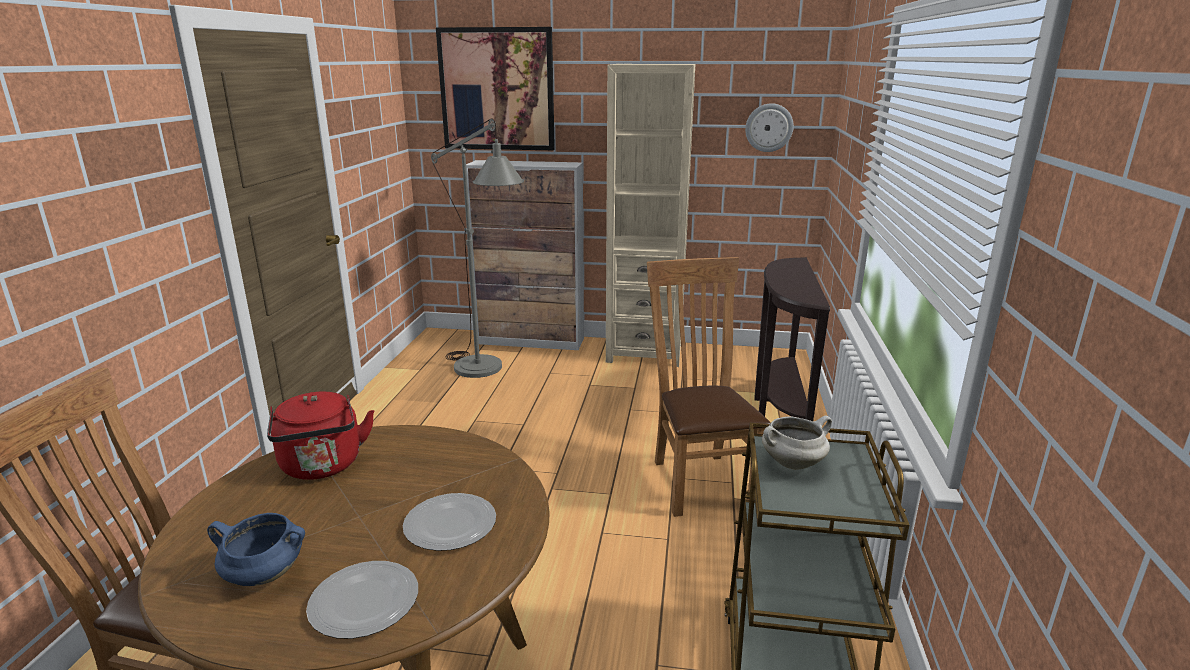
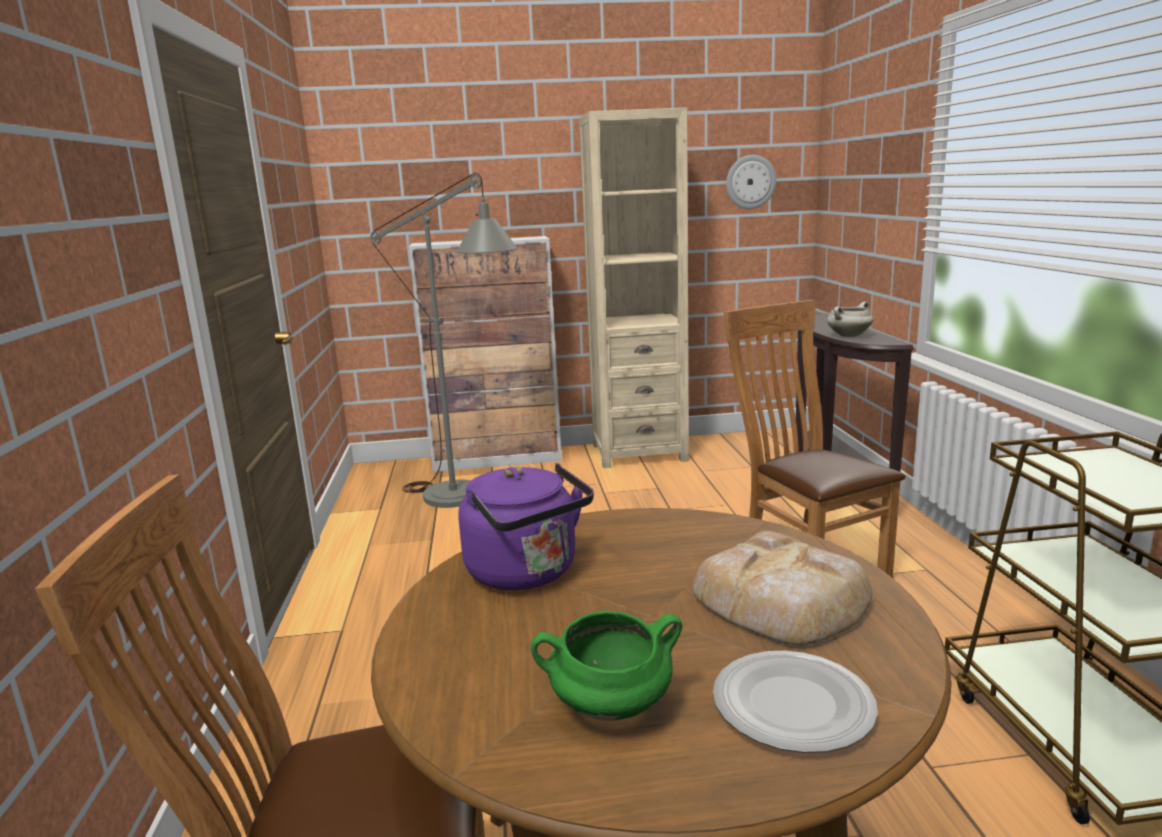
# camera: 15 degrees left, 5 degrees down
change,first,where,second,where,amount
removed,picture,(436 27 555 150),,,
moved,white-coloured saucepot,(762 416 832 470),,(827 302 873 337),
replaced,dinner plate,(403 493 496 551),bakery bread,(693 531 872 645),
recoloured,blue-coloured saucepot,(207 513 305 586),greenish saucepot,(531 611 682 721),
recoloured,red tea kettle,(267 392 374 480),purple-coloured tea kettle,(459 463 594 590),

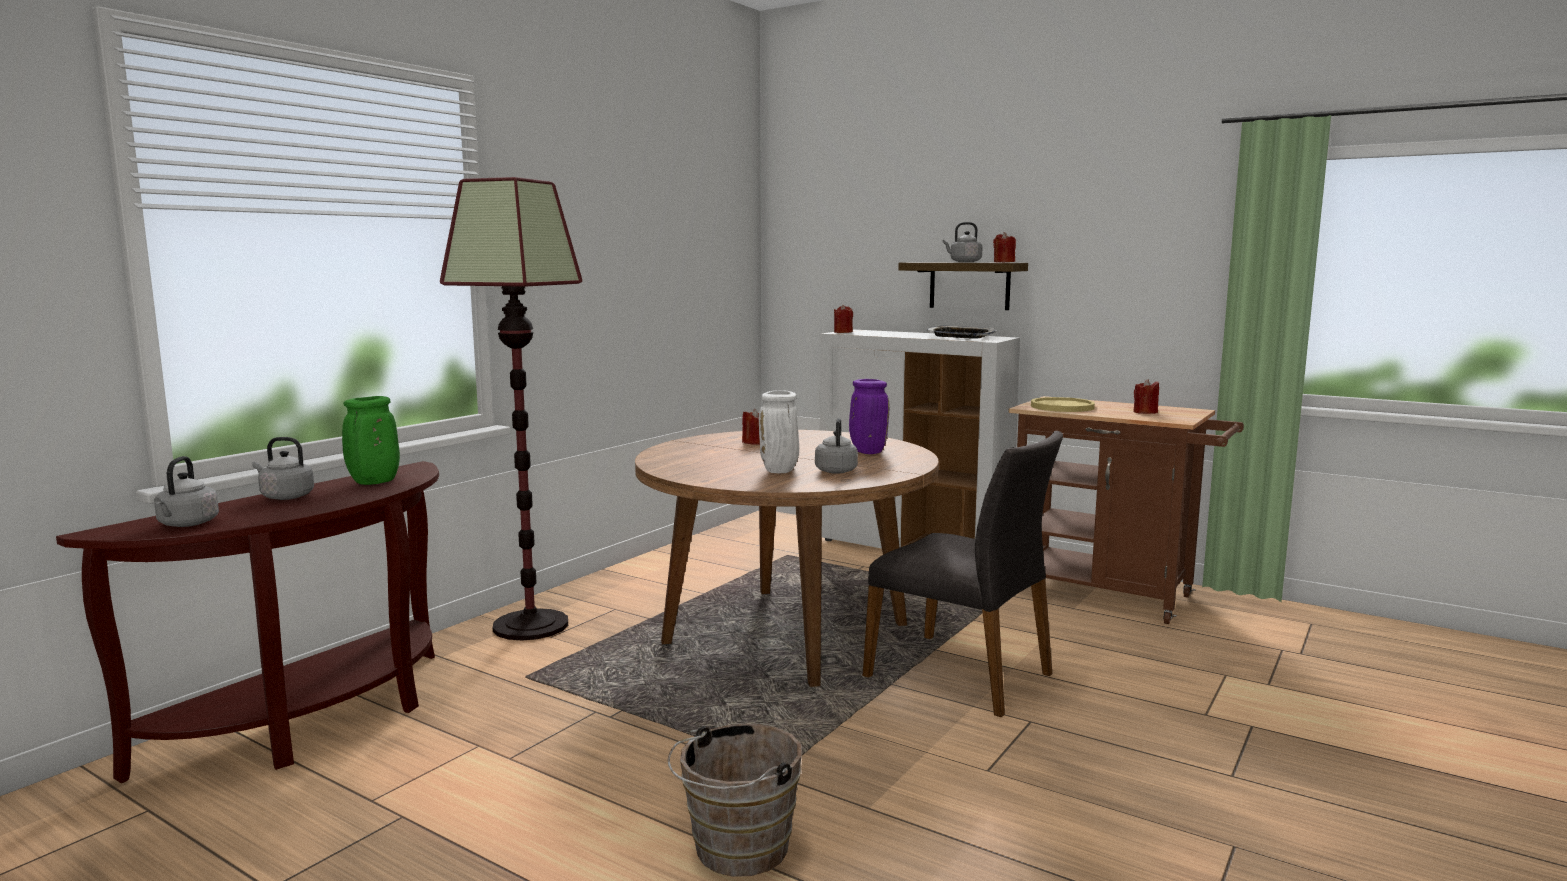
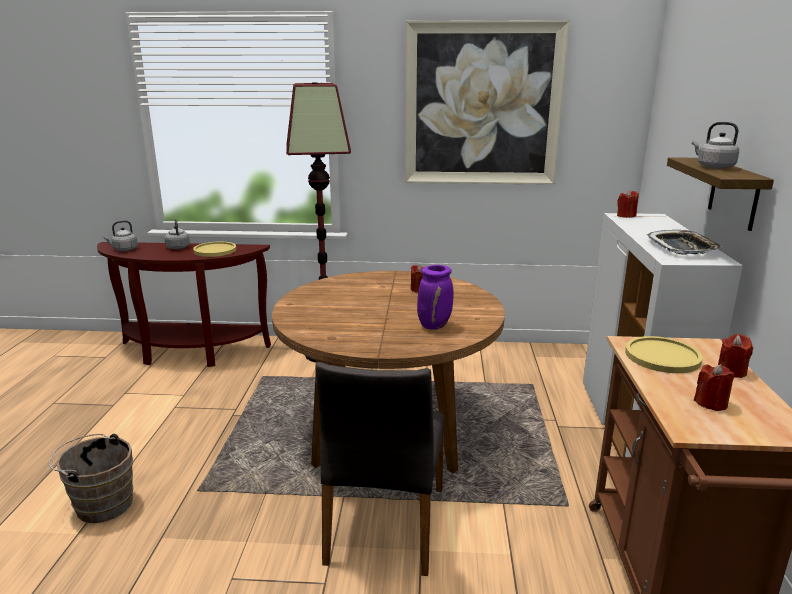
# camera: 60 degrees right, 10 degrees up
change,first,where,second,where,amount
removed,white-coloured vase,(759 390 799 473),,,
removed,gray tea kettle,(815 418 858 474),,,
added,,,picture,(405 20 570 185),
moved,red candle,(993 232 1016 262),,(718 334 753 378),
replaced,greenish vase,(342 396 400 485),yellow dinner plate,(193 242 236 257),

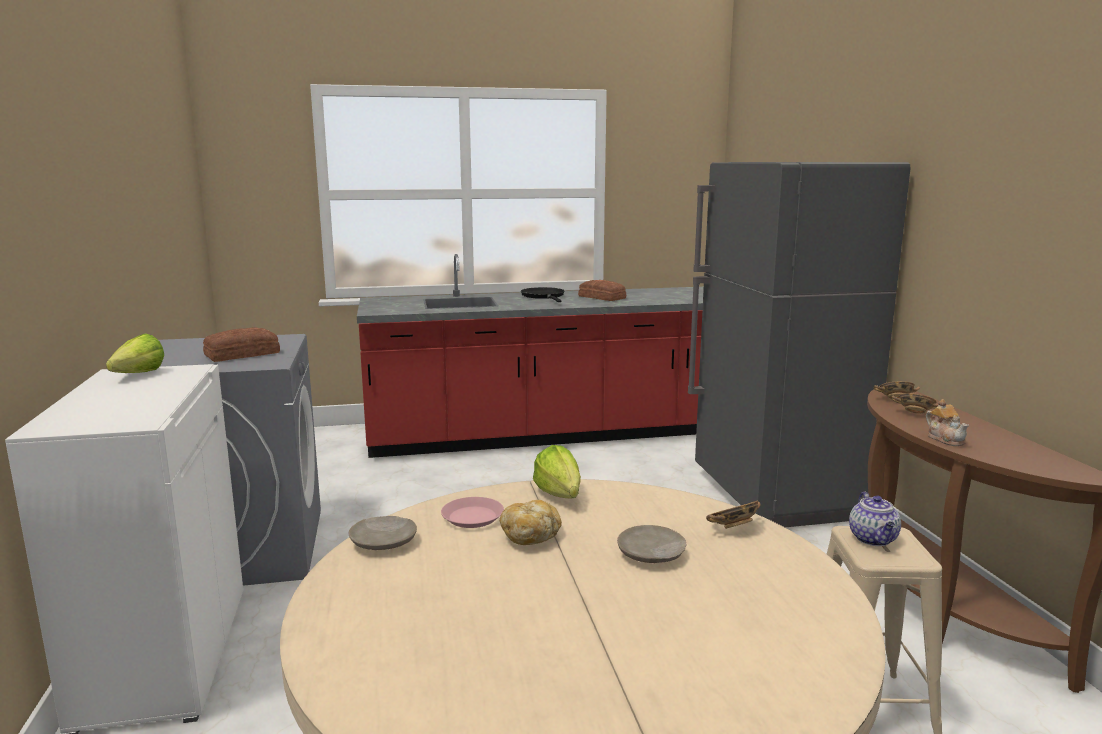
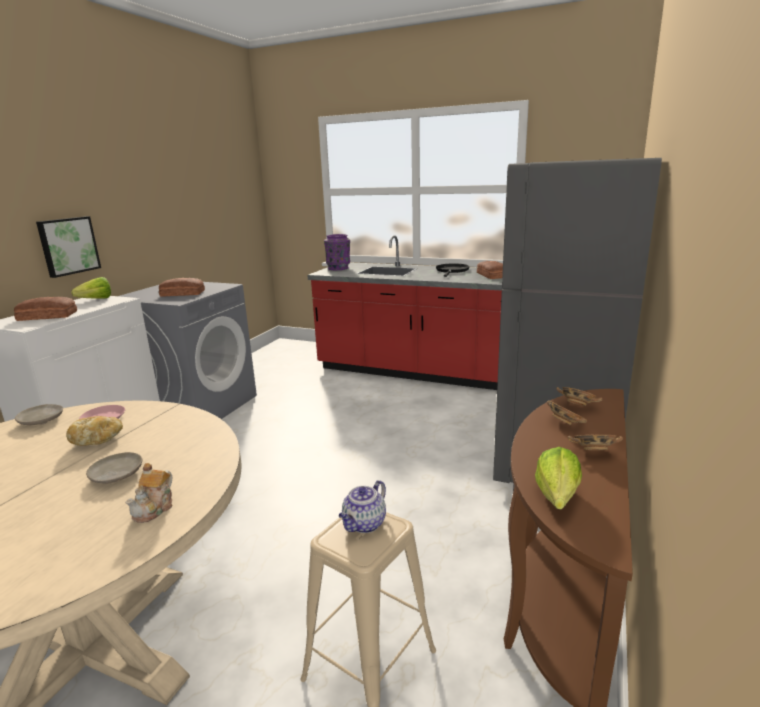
# camera: 35 degrees right, 5 degrees up
change,first,where,second,where,amount
added,,,bakery bread,(14 297 77 321),
added,,,picture,(36 216 101 278),
added,,,purple-coloured vase,(324 234 350 270),
moved,lettuce head,(533 445 581 498),,(535 447 582 509),
moved,bowl,(706 500 761 529),,(568 435 623 450),
moved,tea pot,(926 399 969 446),,(125 463 173 523),

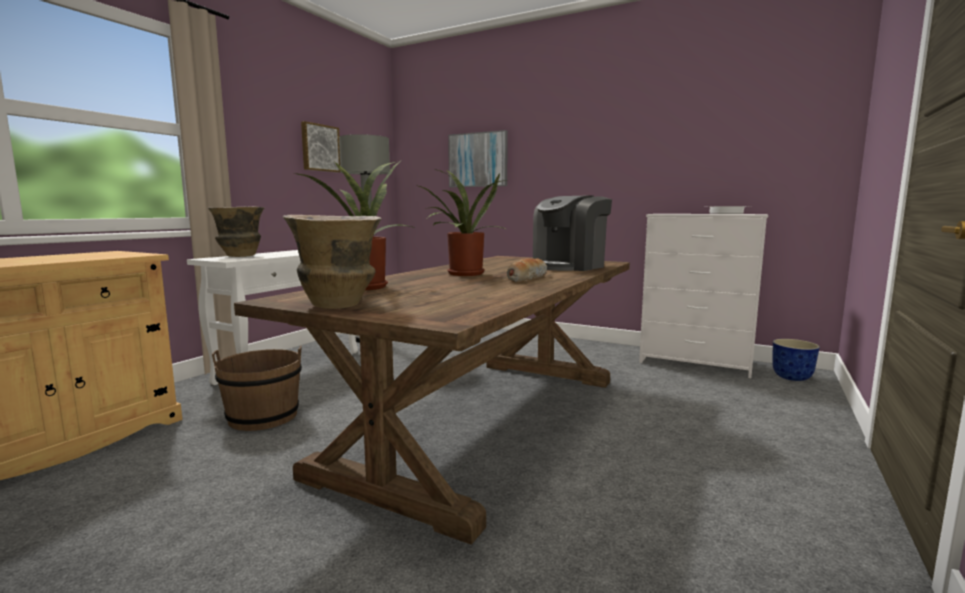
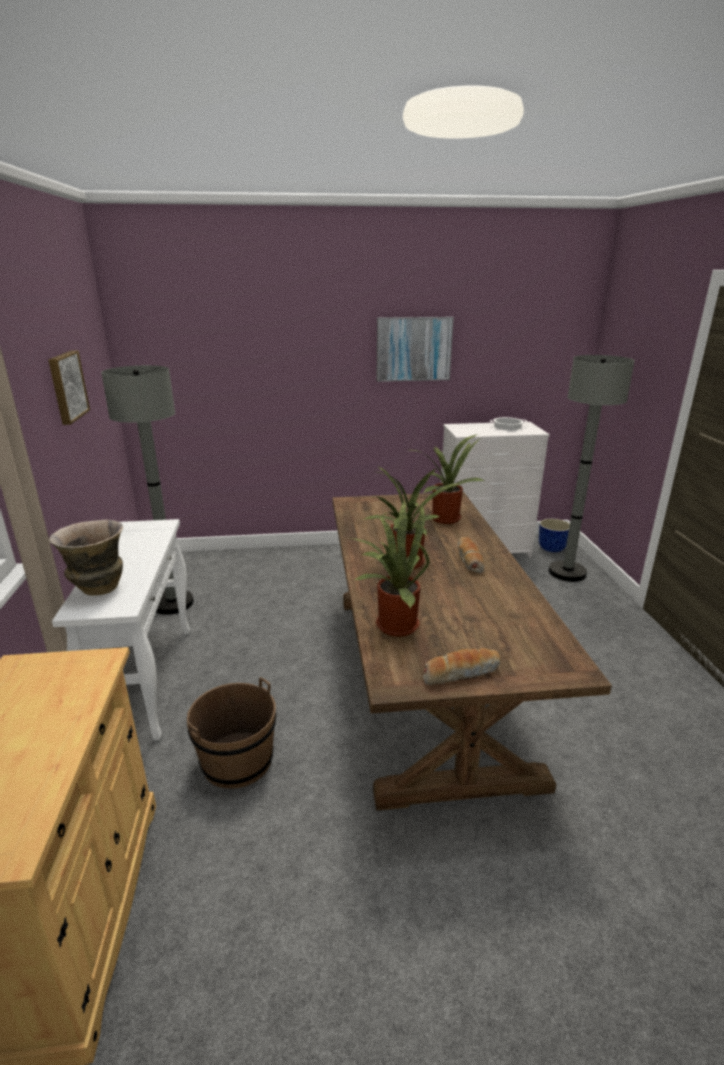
# camera: 35 degrees left, 15 degrees up
change,first,where,second,where,amount
added,,,gray floor lamp,(548 355 635 582),
moved,picture,(448 130 508 187),,(376 317 454 382),
replaced,vase,(283 215 382 309),bakery bread,(423 648 501 685),
replaced,coffee machine,(533 195 612 271),plant in a pot,(412 434 484 524),

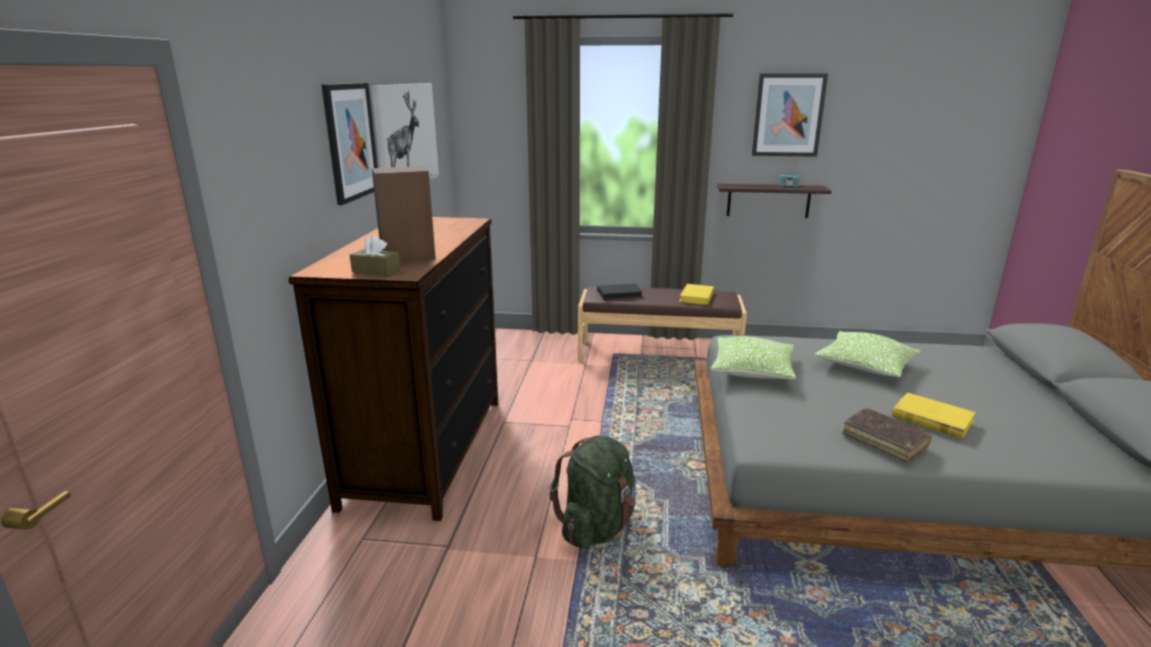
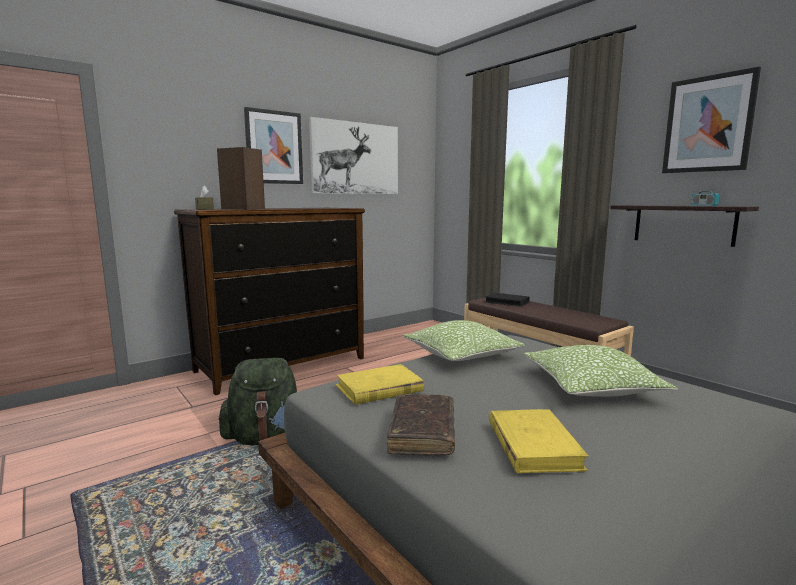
# camera: 45 degrees right, 10 degrees down
change,first,where,second,where,amount
moved,yellow book,(679 284 715 305),,(336 364 424 405),

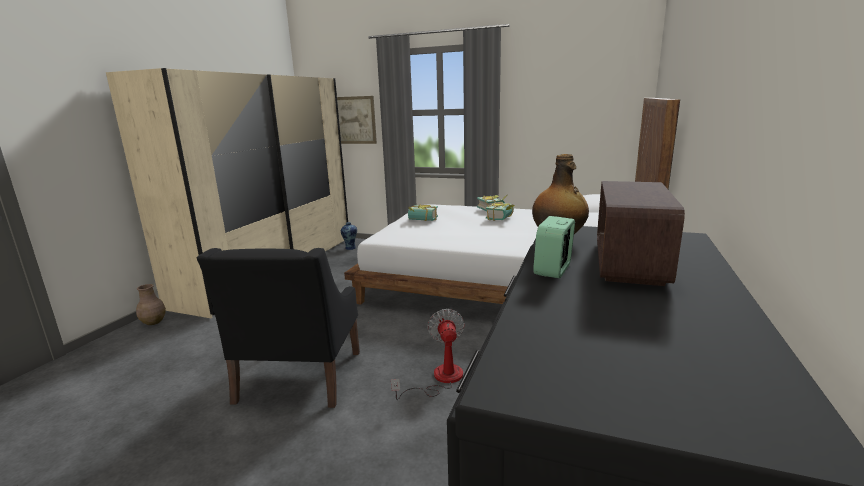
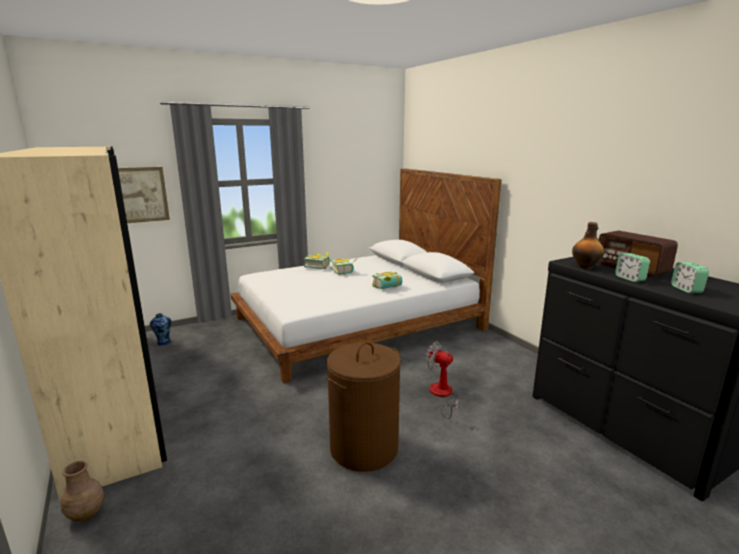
# camera: 50 degrees left, 0 degrees up
change,first,where,second,where,amount
added,,,table clock,(671 262 709 293),
moved,book,(408 204 438 221),,(372 271 402 289),
replaced,blackish armchair,(197 248 360 408),brownish washing basket,(326 342 401 472),

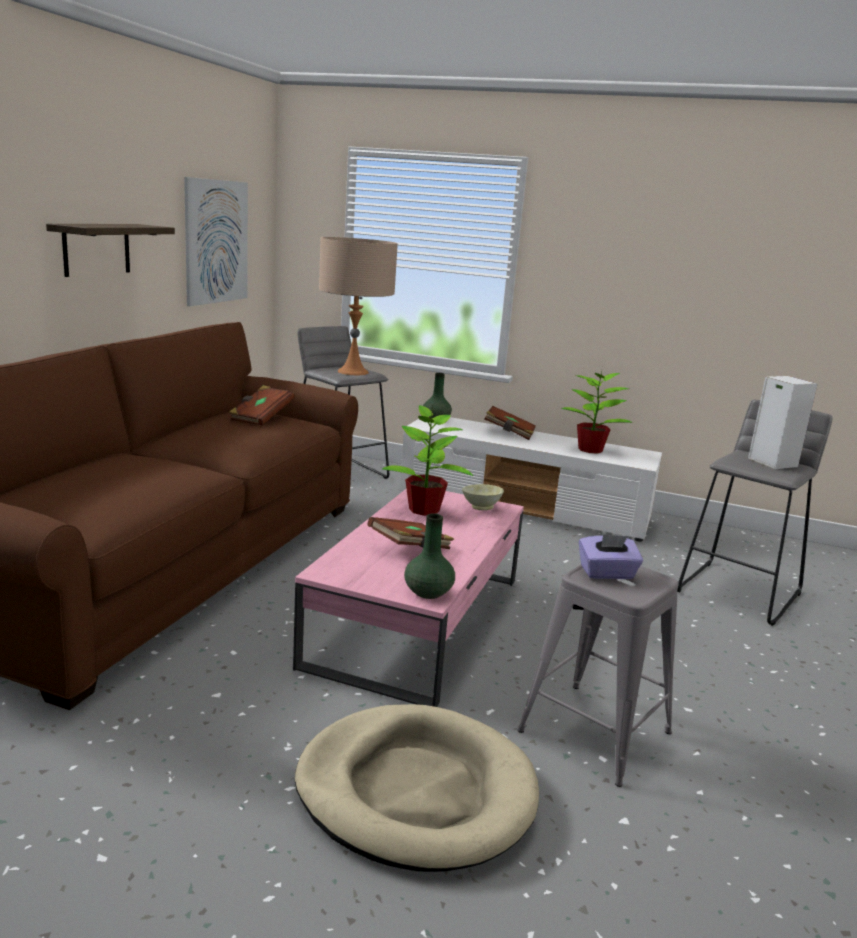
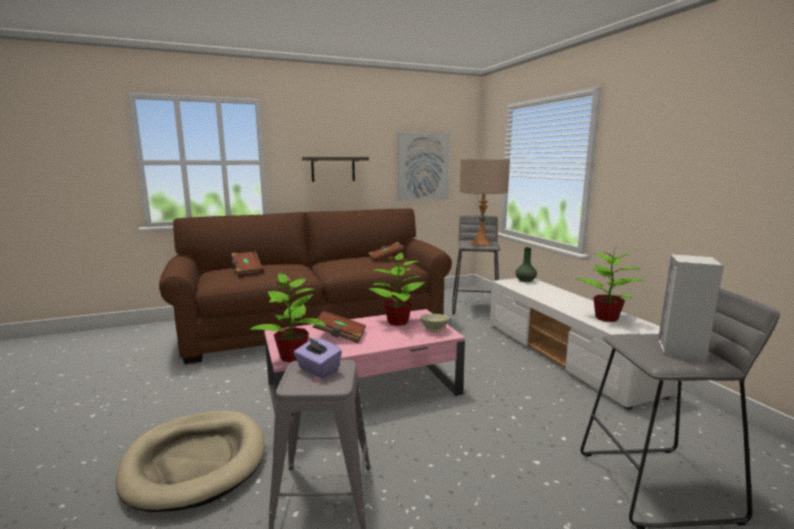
# camera: 50 degrees right, 5 degrees down
change,first,where,second,where,amount
moved,brownish book,(485 406 536 440),,(231 251 264 276),
replaced,greenish vase,(404 513 455 599),plant in a pot,(249 272 326 362),

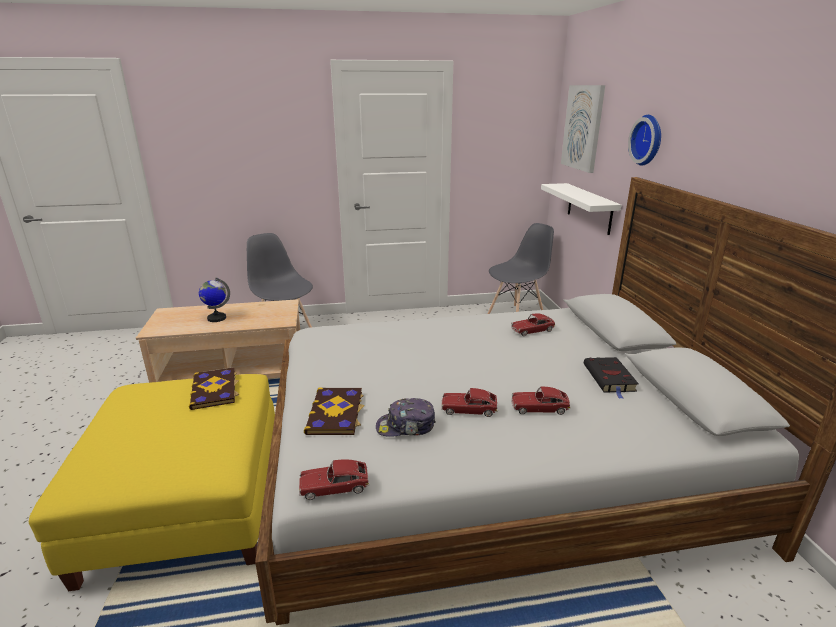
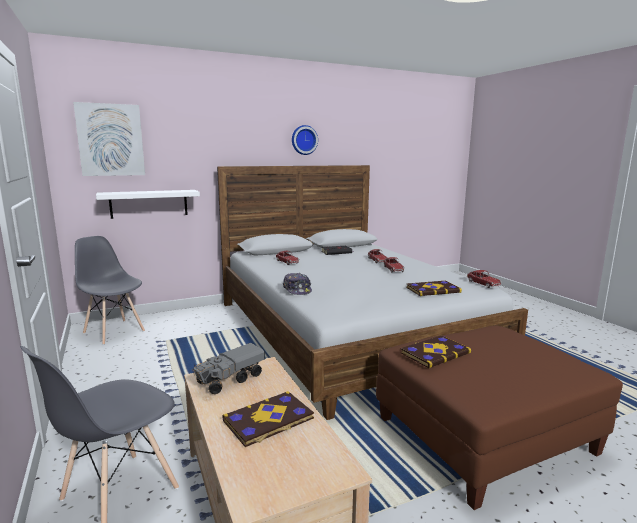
# camera: 105 degrees left, 10 degrees down
change,first,where,second,where,amount
added,,,model truck,(192 343 265 394),
moved,peaked cap,(376 398 436 437),,(283 273 312 295),
moved,clock on the wall,(628 115 661 166),,(292 125 318 155),
replaced,world globe,(199 278 230 322),book,(222 391 314 447),
recoloured,yellow ottoman,(29 374 275 591),brownish ottoman,(376 326 623 510),

